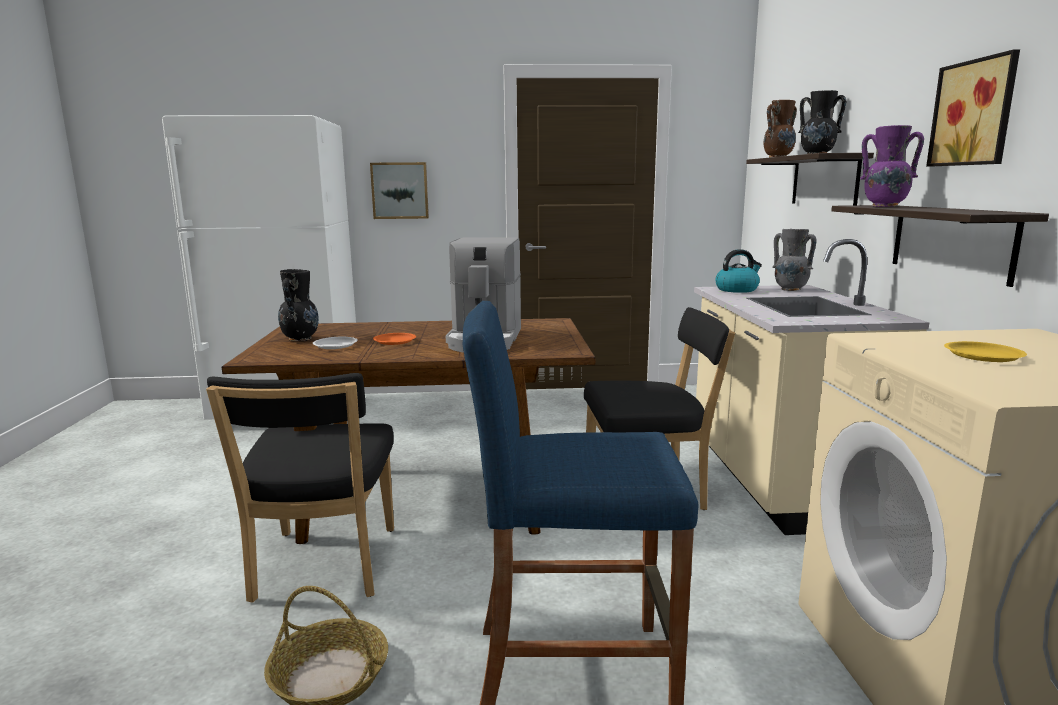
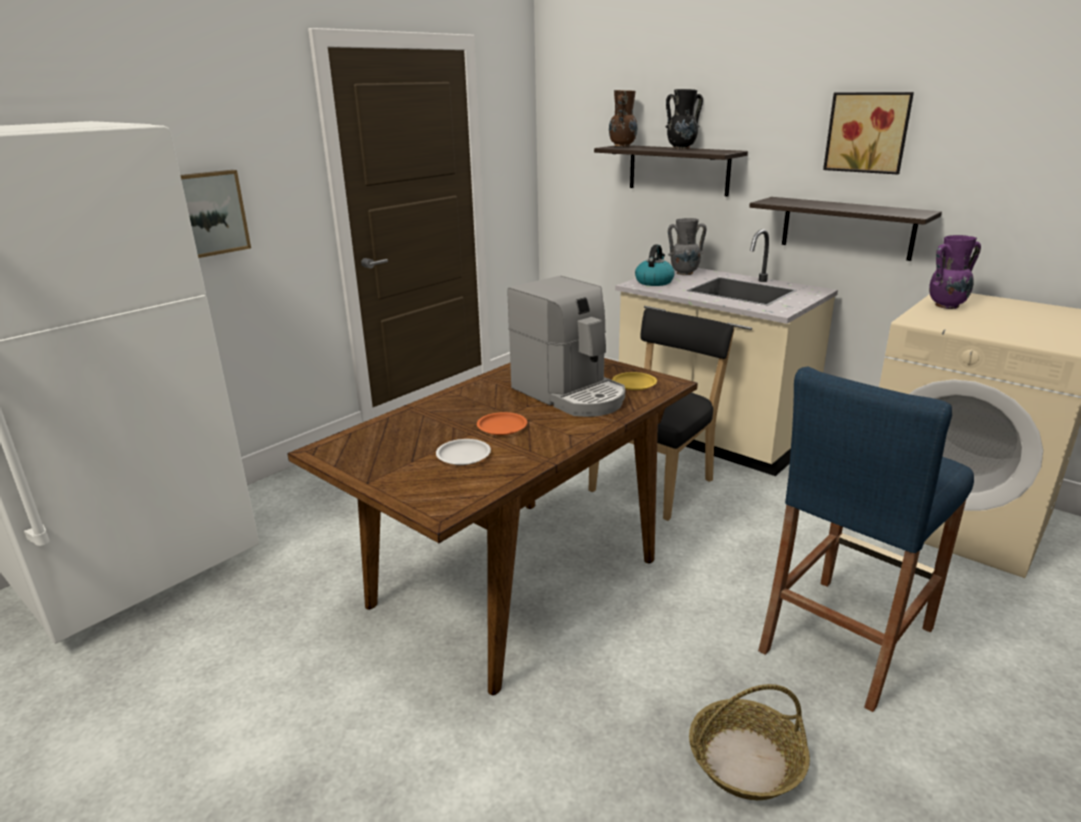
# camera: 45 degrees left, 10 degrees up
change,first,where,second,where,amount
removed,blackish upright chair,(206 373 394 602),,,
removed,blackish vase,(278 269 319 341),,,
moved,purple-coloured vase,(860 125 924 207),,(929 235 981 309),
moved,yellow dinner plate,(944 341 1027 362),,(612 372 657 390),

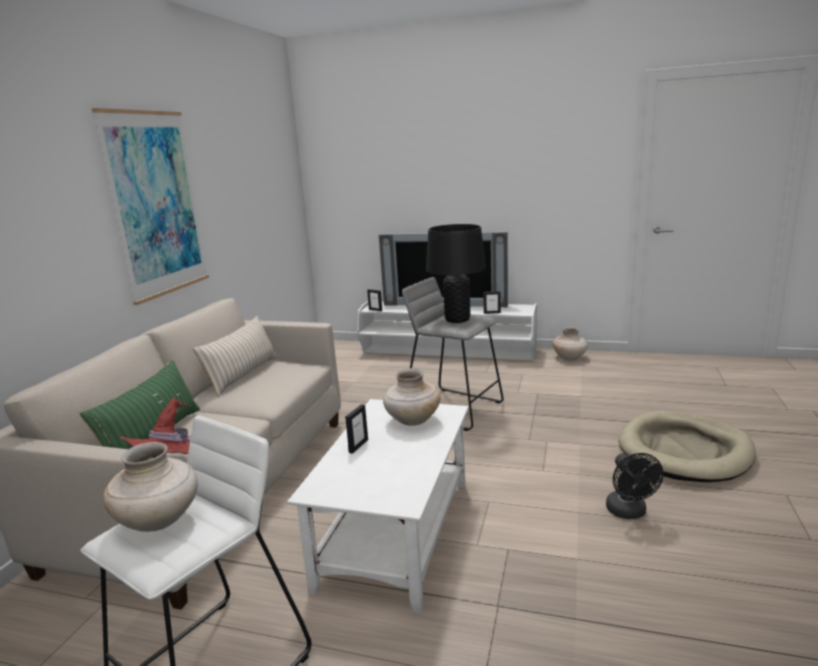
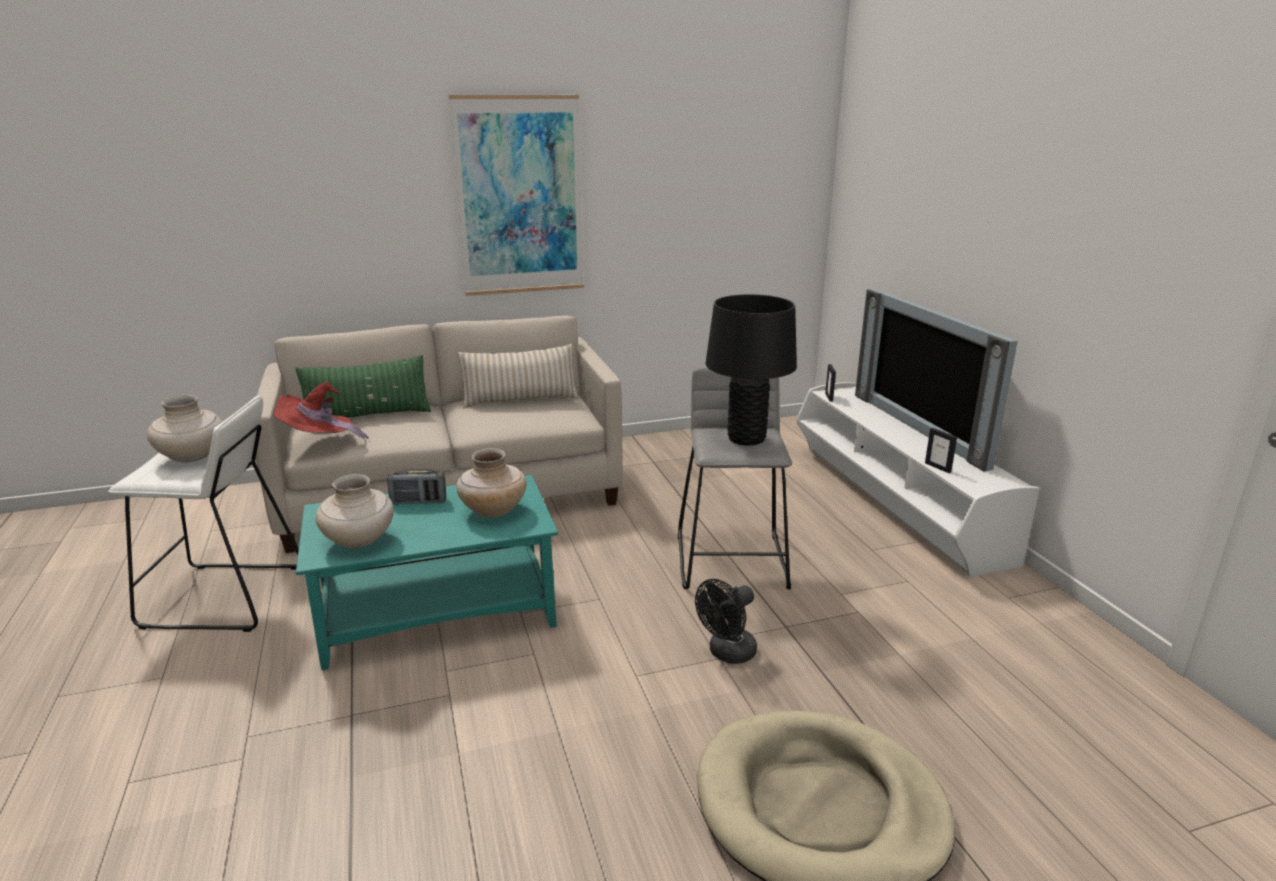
# camera: 55 degrees right, 5 degrees up
change,first,where,second,where,amount
moved,beige-coloured vase,(552 327 588 360),,(316 474 394 549),
moved,blackish fan,(606 453 663 519),,(695 579 757 664),
replaced,photo frame,(345 404 368 454),radio,(387 469 446 505),
recoloured,white-coloured low table,(287 399 469 614),turquoise-coloured low table,(296 475 558 671),

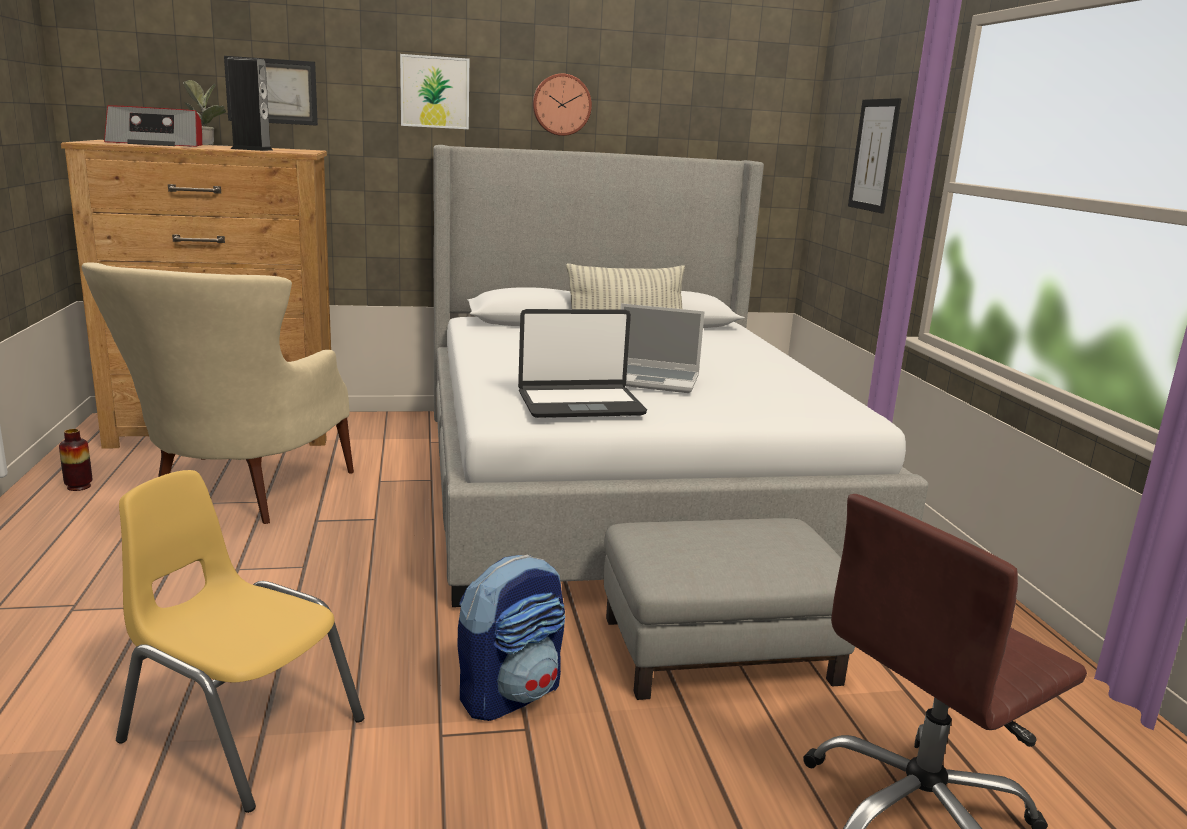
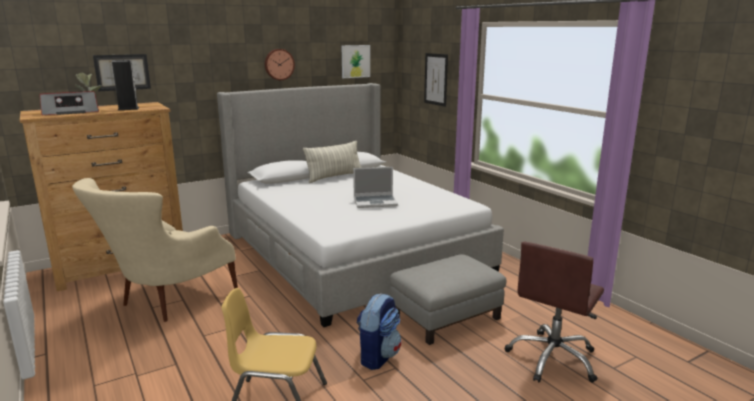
# camera: 20 degrees left, 0 degrees up
change,first,where,second,where,amount
removed,vase,(59 429 93 491),,,
removed,portable computer,(518 309 647 418),,,
moved,picture,(400 54 469 129),,(341 45 370 78),
turned,beige-coloured armchair,(81 263 354 524),,(72 178 238 322),45 degrees clockwise

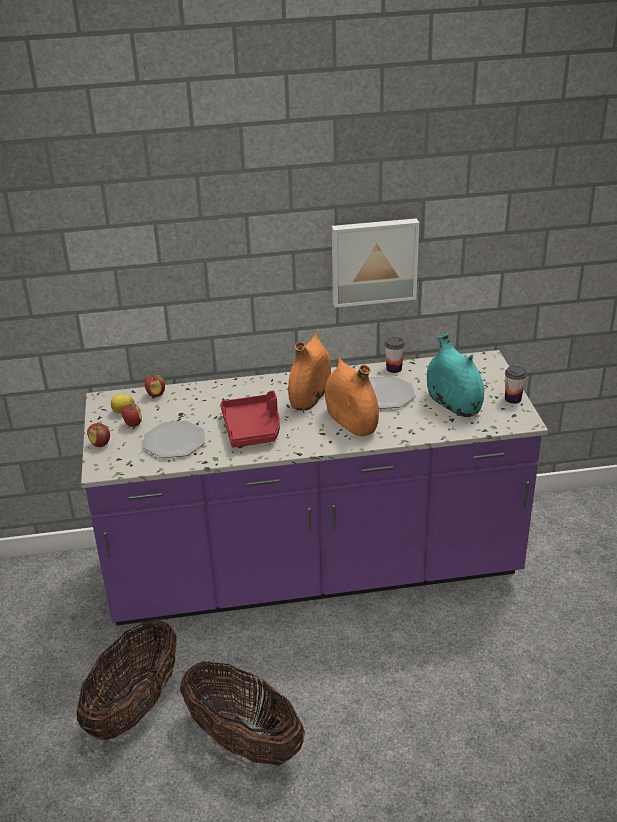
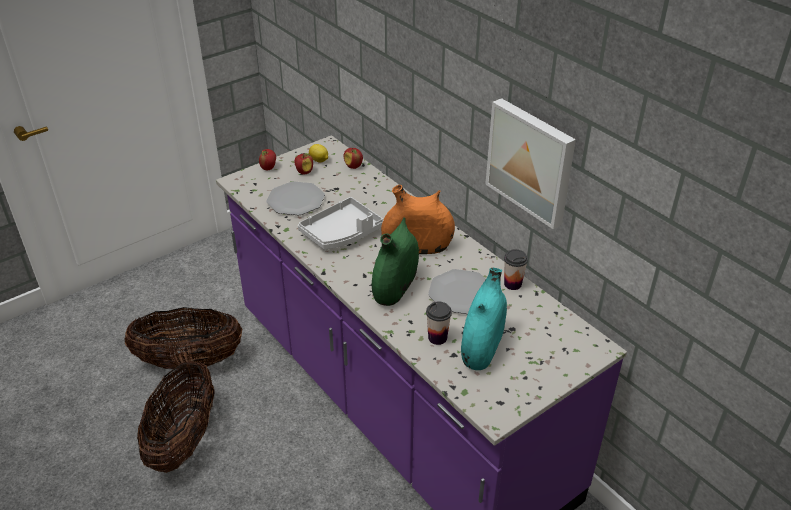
# camera: 60 degrees right, 5 degrees up
change,first,where,second,where,amount
moved,small cup,(505 366 527 404),,(426 301 452 345),
recoloured,red tray,(220 391 280 447),gray tray,(298 197 383 250),
recoloured,orange-coloured vase,(325 356 379 436),greenish vase,(372 217 419 306),

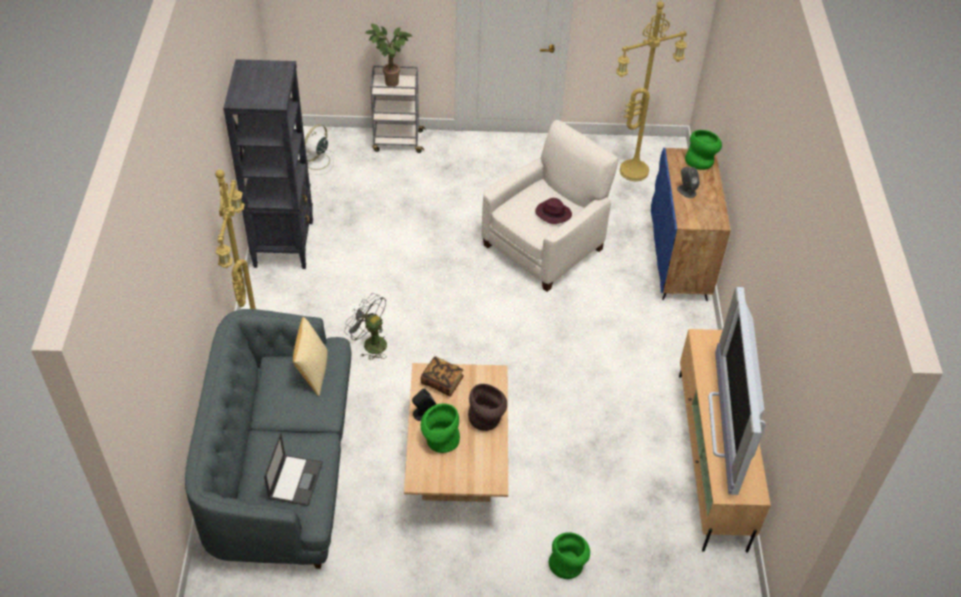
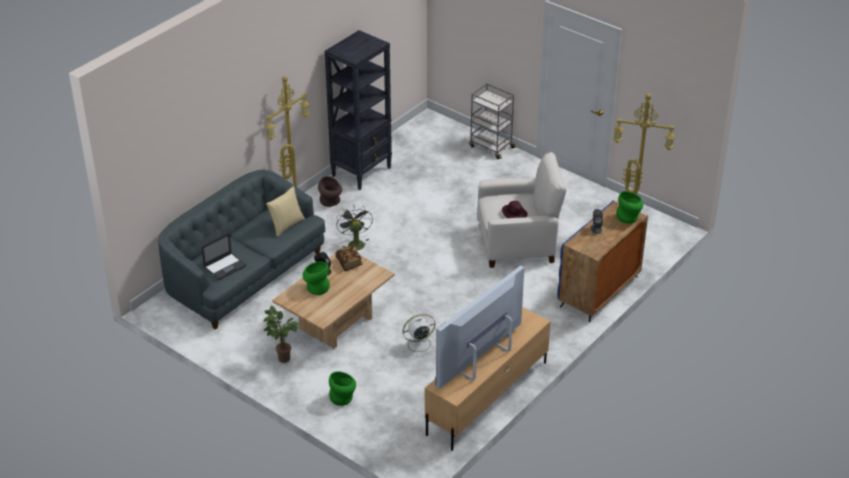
# camera: 40 degrees right, 10 degrees down
change,first,where,second,where,amount
moved,white-coloured fan,(299 124 335 175),,(402 314 436 357),
moved,plant in a pot,(365 24 412 86),,(263 306 299 363),
moved,brownish vase,(468 384 507 431),,(318 176 342 207),

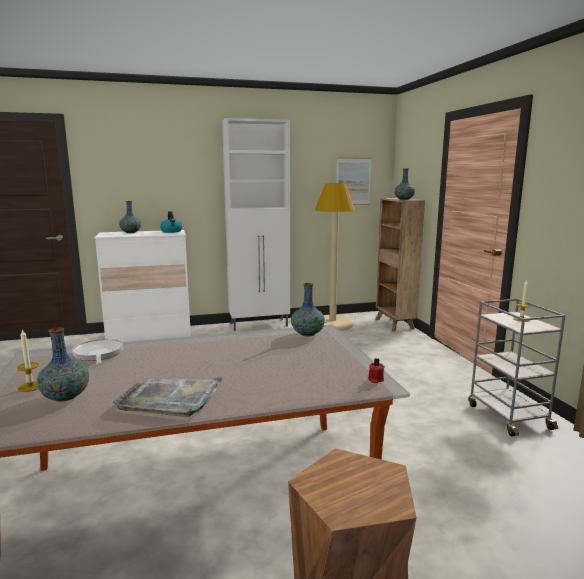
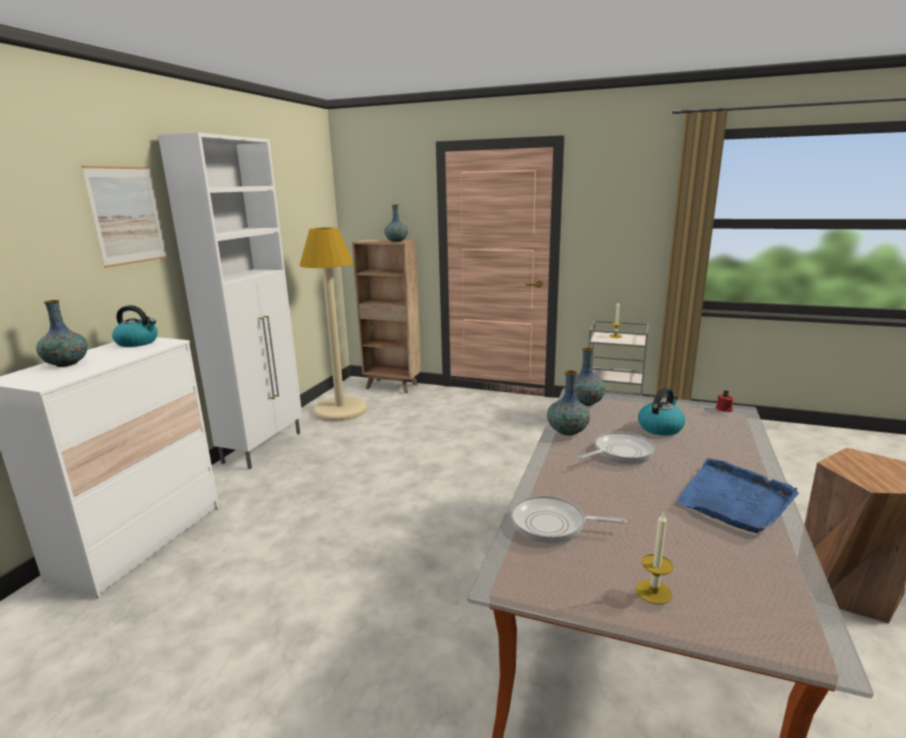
# camera: 55 degrees left, 5 degrees up
change,first,where,second,where,amount
added,,,skillet,(577 432 655 463),
added,,,tea kettle,(638 388 685 436),
moved,vase,(37 327 89 402),,(547 370 590 436),
moved,picture,(336 157 372 205),,(82 166 167 268),
recoloured,gray tray,(113 376 225 417),blue-coloured tray,(676 458 799 533),

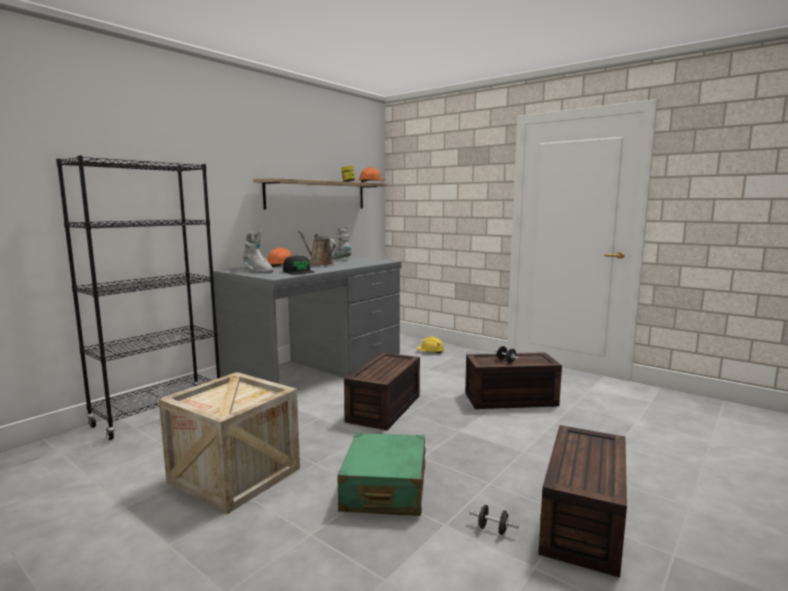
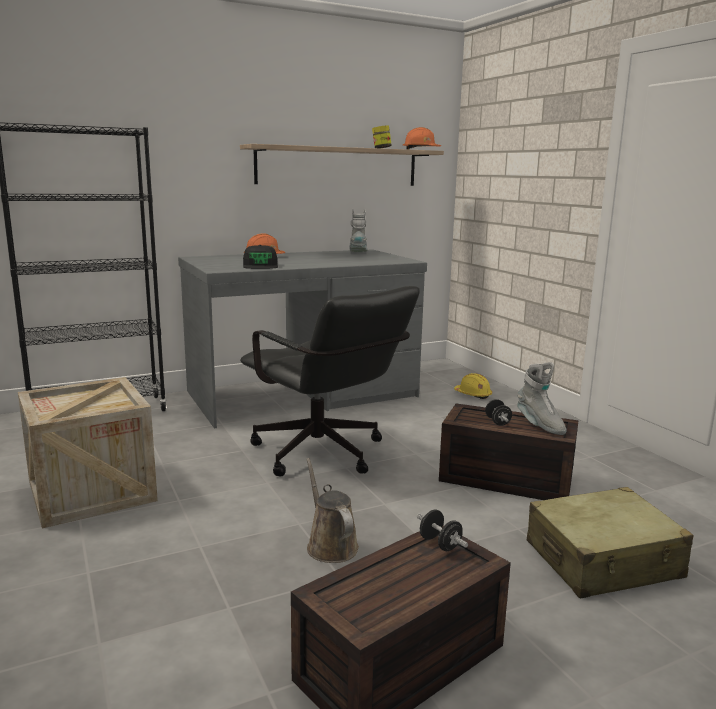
# camera: 25 degrees right, 5 degrees up
change,first,where,second,where,amount
removed,greenish suitcase,(337 433 426 516),,,
added,,,beige-coloured suitcase,(527 487 694 598),
moved,gray high-top boot,(243 230 273 273),,(517 362 566 435),
moved,brownish watering can,(298 231 336 266),,(306 458 359 563),
moved,blackish dumbbell,(469 505 519 535),,(417 510 468 551),
replaced,brownish storage container,(344 352 420 430),blackish office chair,(240 286 420 477),

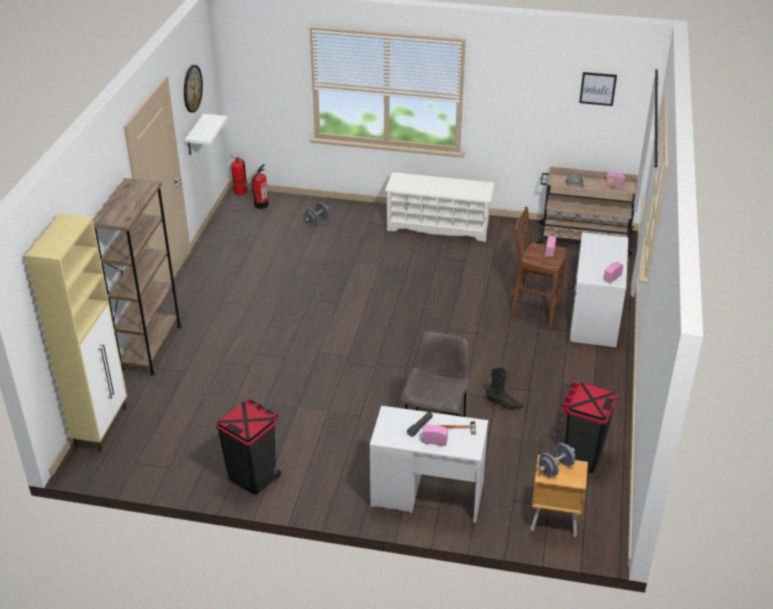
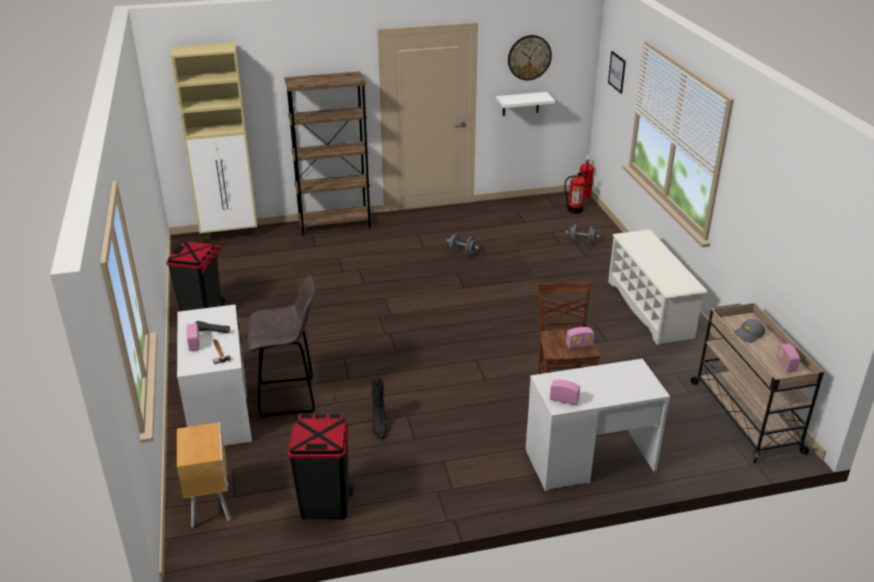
# camera: 65 degrees right, 5 degrees down
change,first,where,second,where,amount
moved,gray dumbbell,(538 443 575 477),,(447 233 479 255),
moved,picture,(579 72 617 106),,(608 51 626 94),

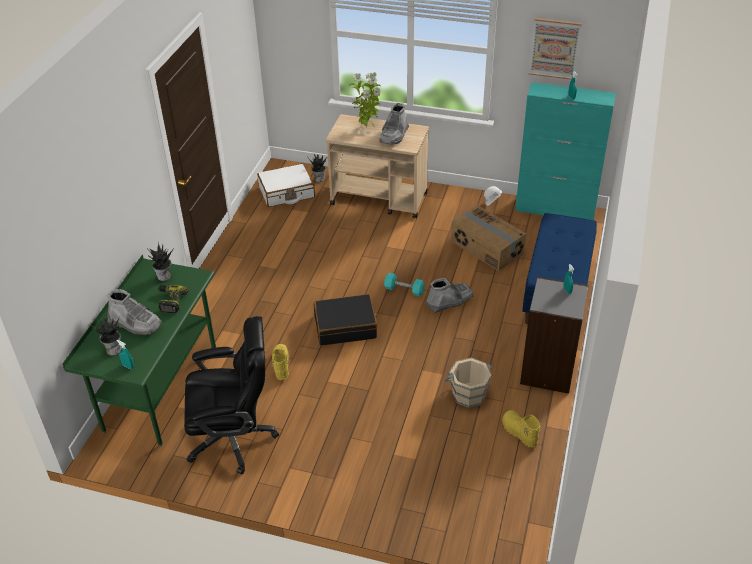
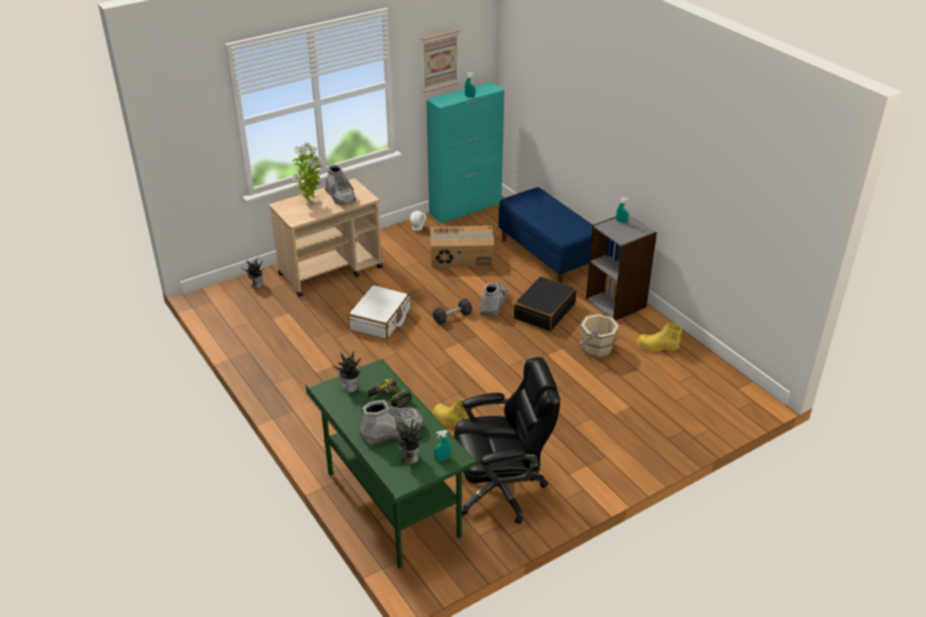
# camera: 50 degrees left, 5 degrees down
change,first,where,second,where,amount
moved,white-coloured suitcase,(257 164 315 207),,(348 285 410 339),
moved,blackish suitcase,(313 294 377 346),,(514 276 576 331),
recoloured,turquoise-coloured dumbbell,(384 273 425 297),blackish dumbbell,(433 298 472 324),
turned,blackish office chair,(184 316 279 474),,(454 357 560 524),45 degrees clockwise

